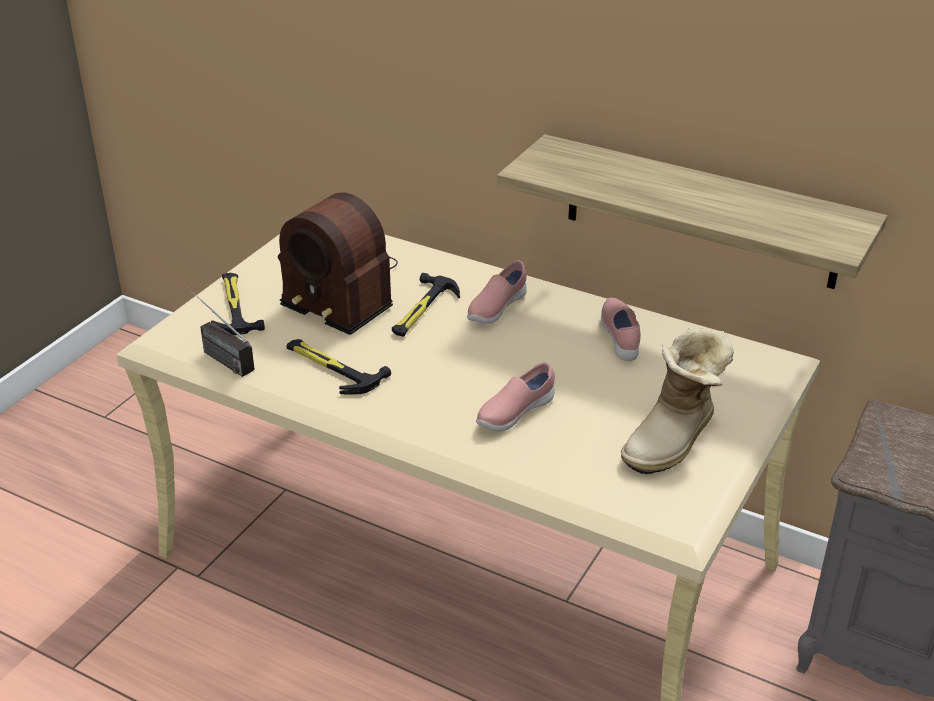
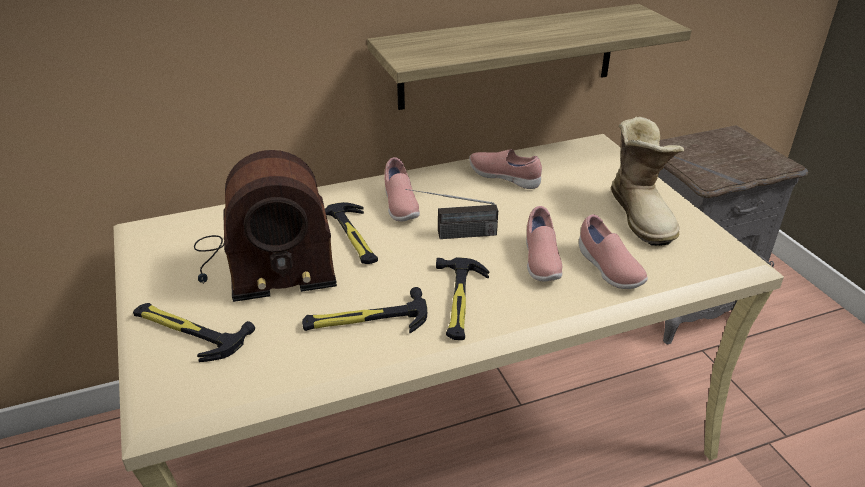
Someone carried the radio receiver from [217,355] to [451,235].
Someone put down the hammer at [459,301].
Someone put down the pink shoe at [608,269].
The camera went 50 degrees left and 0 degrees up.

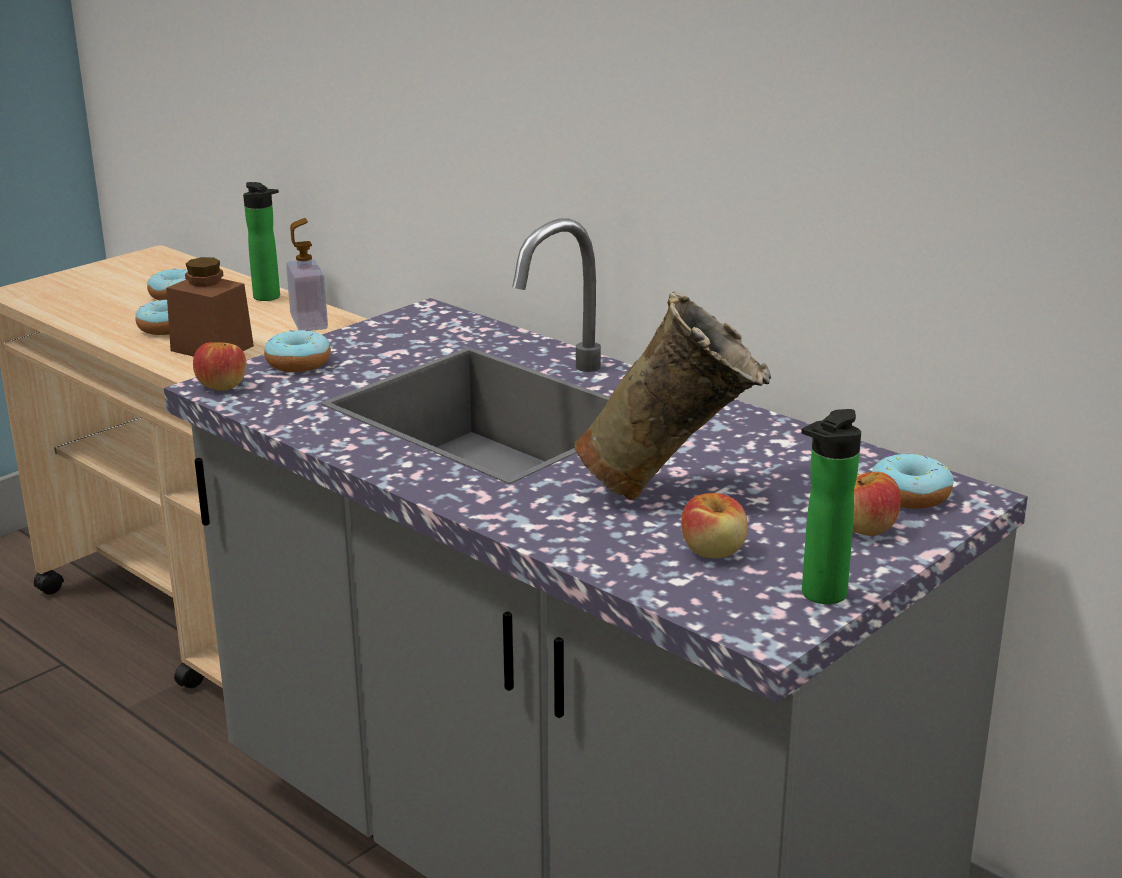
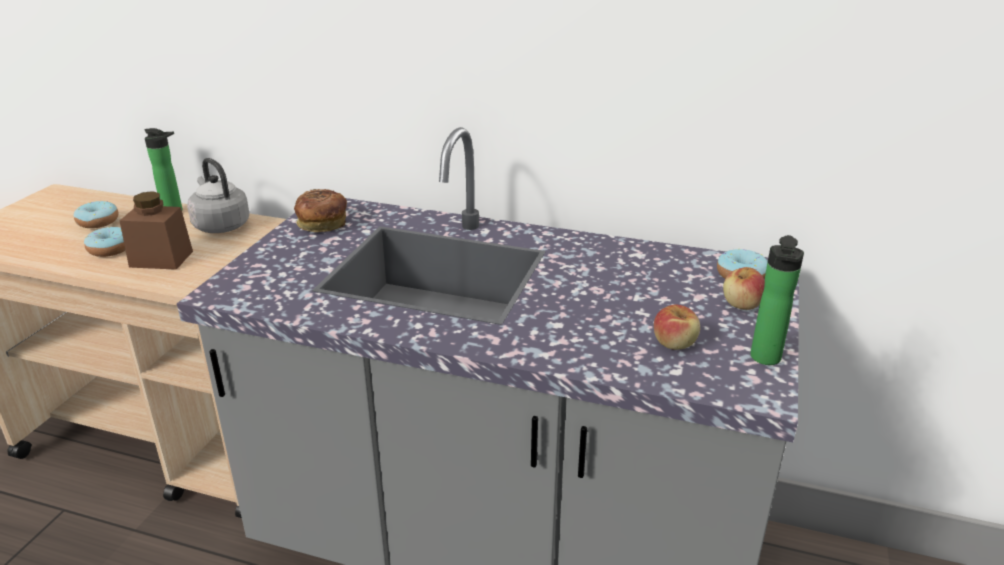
Someone swapped the soap bottle at [309,322] for the greyish kettle at [220,225].
Someone put down the bread at [322,224].
Someone took away the whole apple at [221,385].
Someone took away the doughnut at [298,363].
Someone took away the sand-coloured flower vase at [673,491].
The camera went 25 degrees left and 5 degrees up.

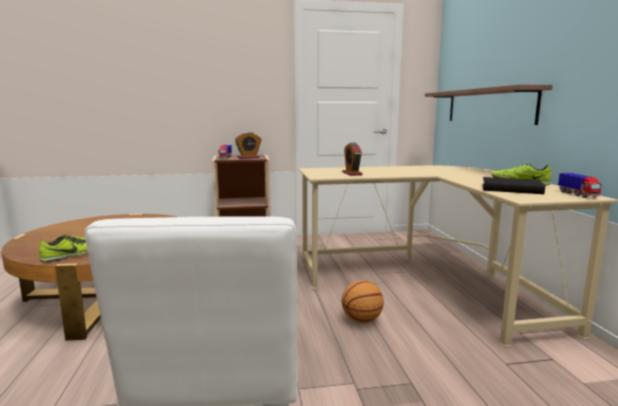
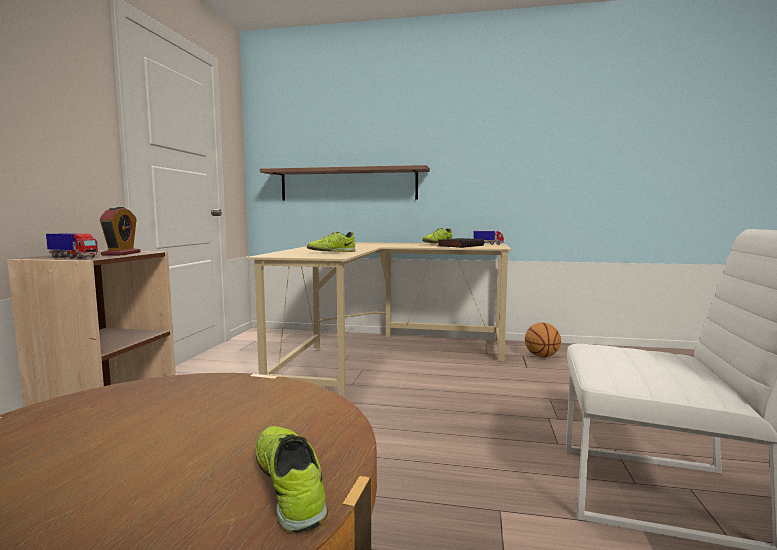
Someone swapped the alarm clock at [352,173] for the shoe at [331,252].
Someone carried the basketball ball from [361,320] to [542,356].
The camera went 70 degrees left and 5 degrees down.

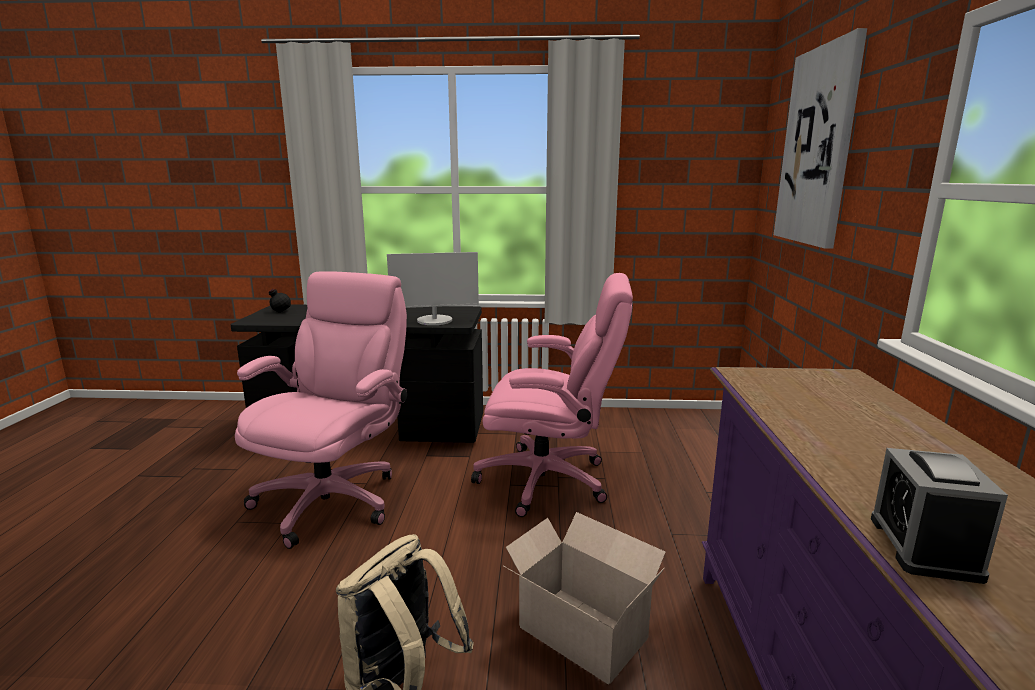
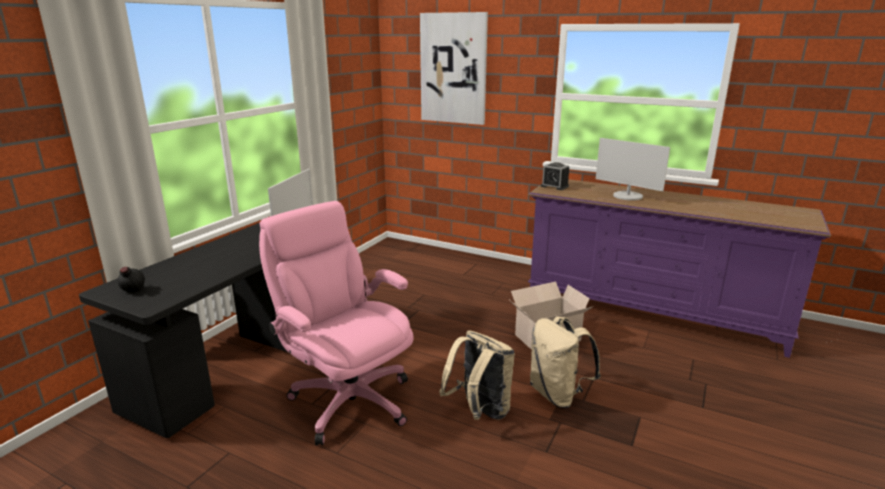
Someone put down the sand-coloured backpack at [479,412].
Someone carried the alarm clock from [924,547] to [554,186].
Someone put down the computer display at [627,196].
Someone took away the pink computer chair at [552,482].
The camera went 65 degrees left and 5 degrees up.

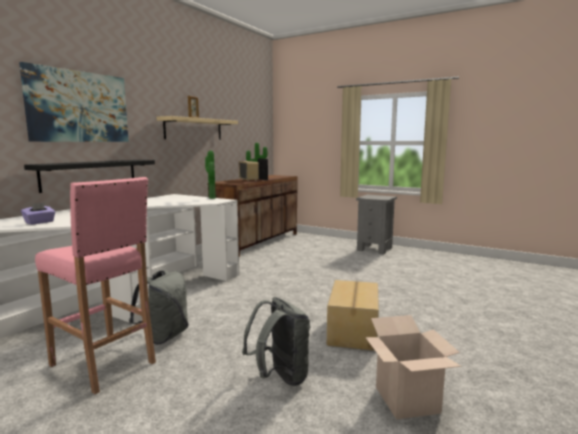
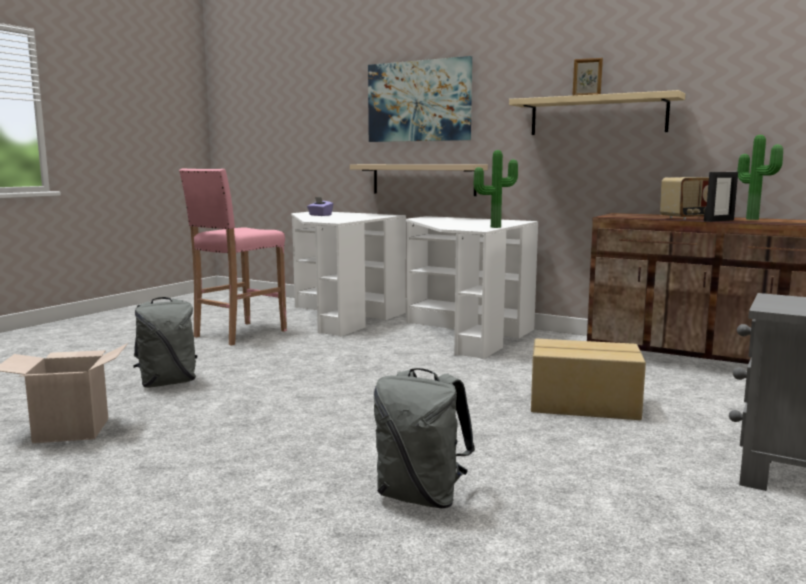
Someone repainted the black-coloured bracket shelf at [90,174], which became the sand-coloured bracket shelf at [423,179].
Someone carried the greyish backpack from [164,336] to [421,496].
Someone carried the carton from [354,330] to [584,405].
The camera went 90 degrees right and 0 degrees up.

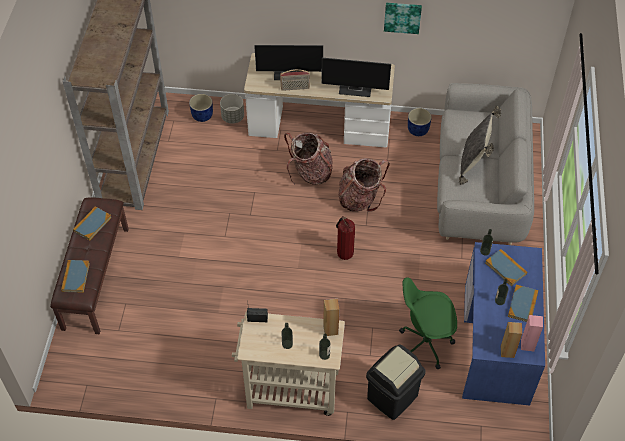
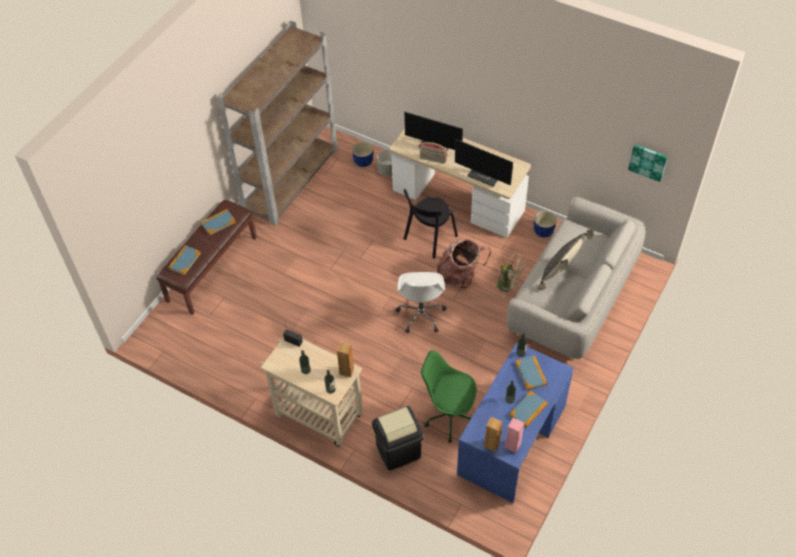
Someone swapped the extinguisher at [343,253] for the whitish computer chair at [421,317].
Someone swapped the backpack at [310,173] for the black-coloured upright chair at [429,239].
Someone put down the sand-coloured fan at [509,286].
Someone carried the picture from [402,17] to [648,162].
The camera went 25 degrees right and 0 degrees up.

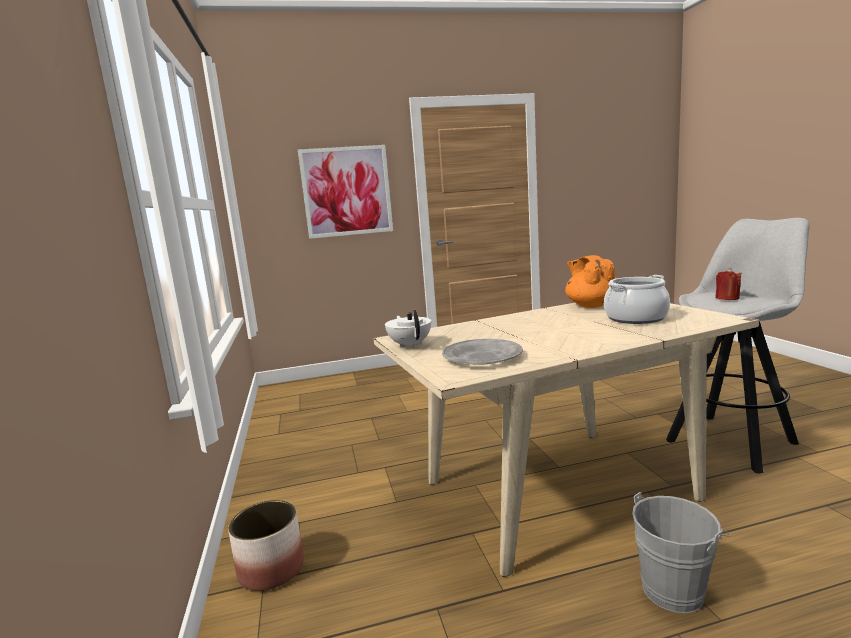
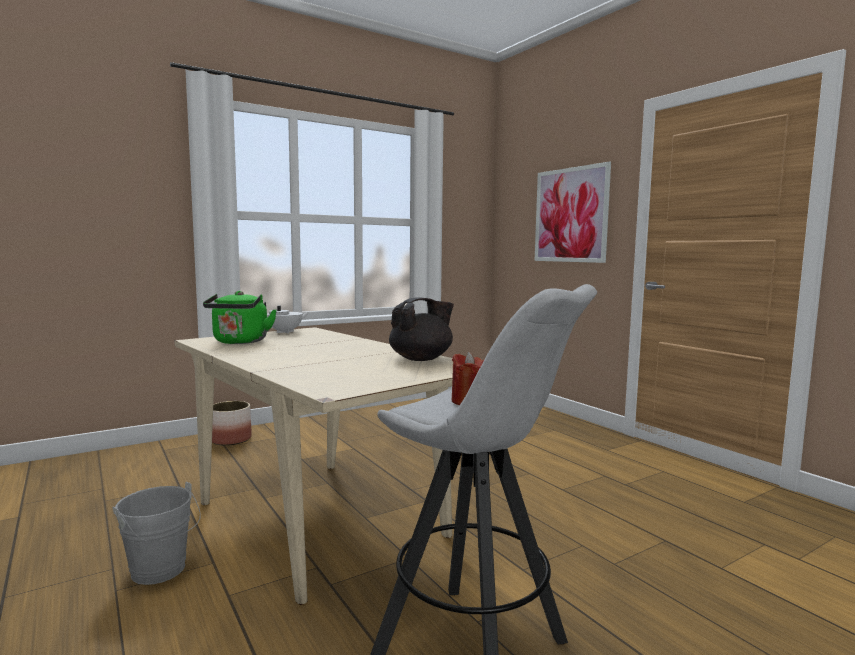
Someone swapped the greyish flat dish at [482,357] for the greenish kettle at [240,342].
Someone repainted the orange-coloured tea pot at [591,305], which became the black-coloured tea pot at [421,359].
Someone took away the stockpot at [635,318].
The camera went 70 degrees right and 5 degrees down.

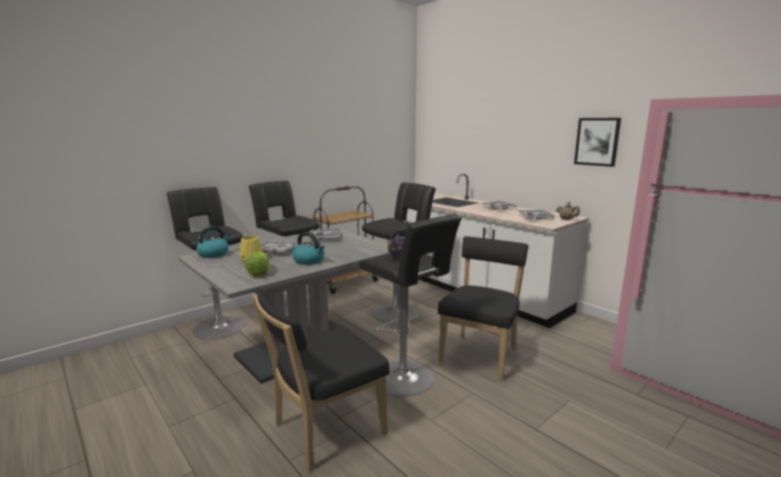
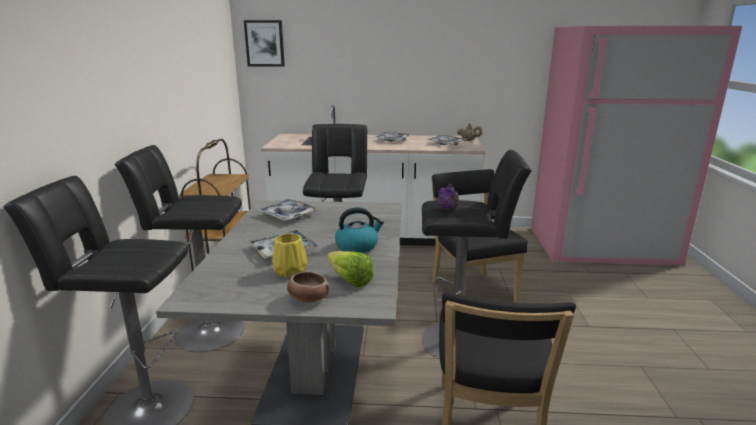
Someone carried the picture from [597,141] to [264,43].
Someone put down the deep dish at [308,299].
Someone took away the kettle at [214,254].
The camera went 45 degrees left and 5 degrees up.

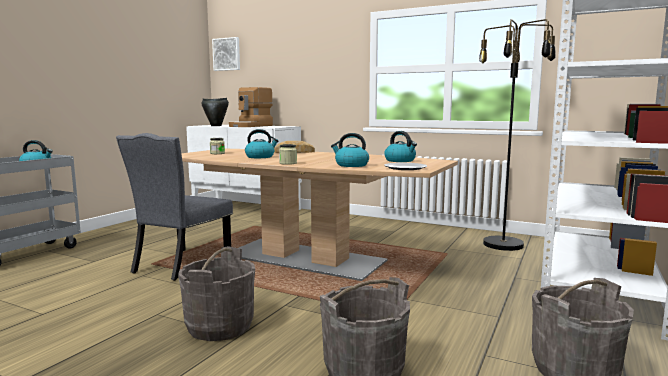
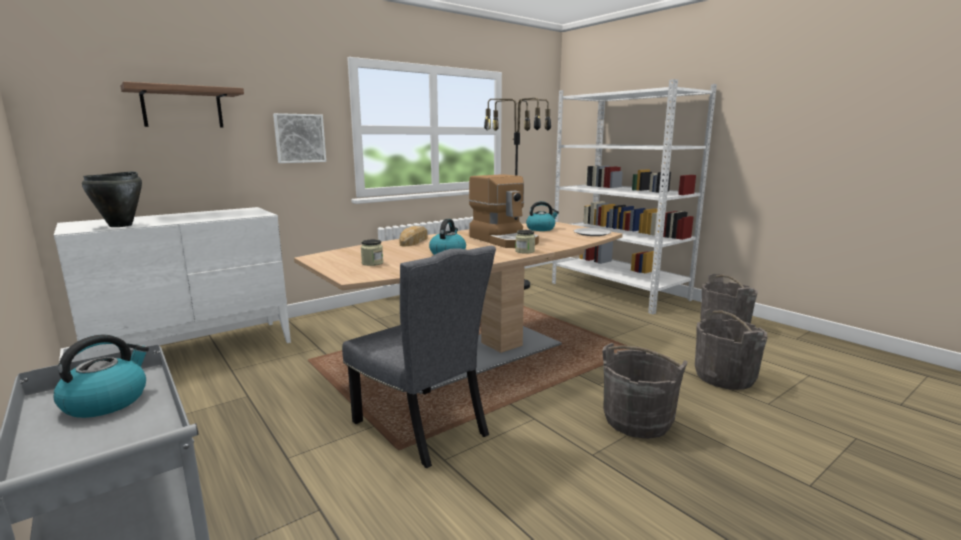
Someone put up the bracket shelf at [182,108].
Someone carried the picture from [227,54] to [299,138].
Someone carried the coffee maker from [251,126] to [504,240].
Someone took away the kettle at [351,165].
The camera went 65 degrees left and 5 degrees up.

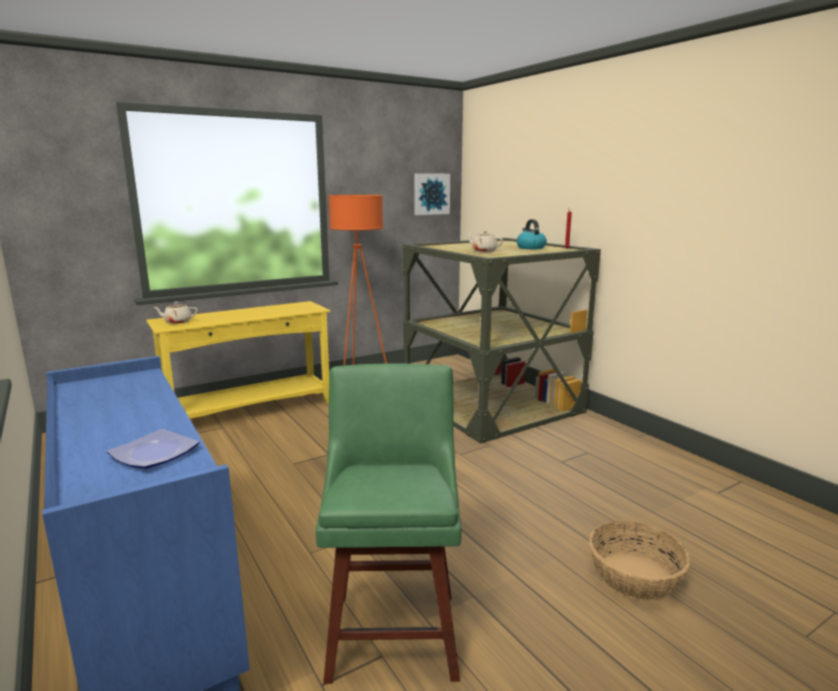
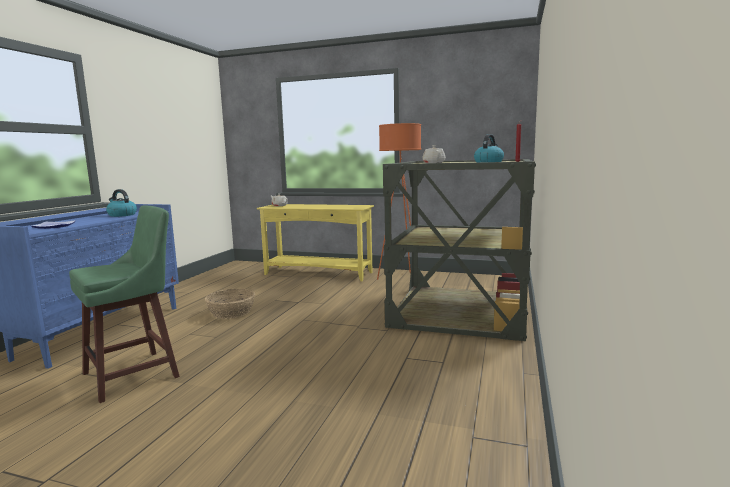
Someone put down the kettle at [121,215].
Someone carried the household basket from [634,576] to [231,312].
Someone took away the picture at [431,194].
The camera went 50 degrees right and 5 degrees down.

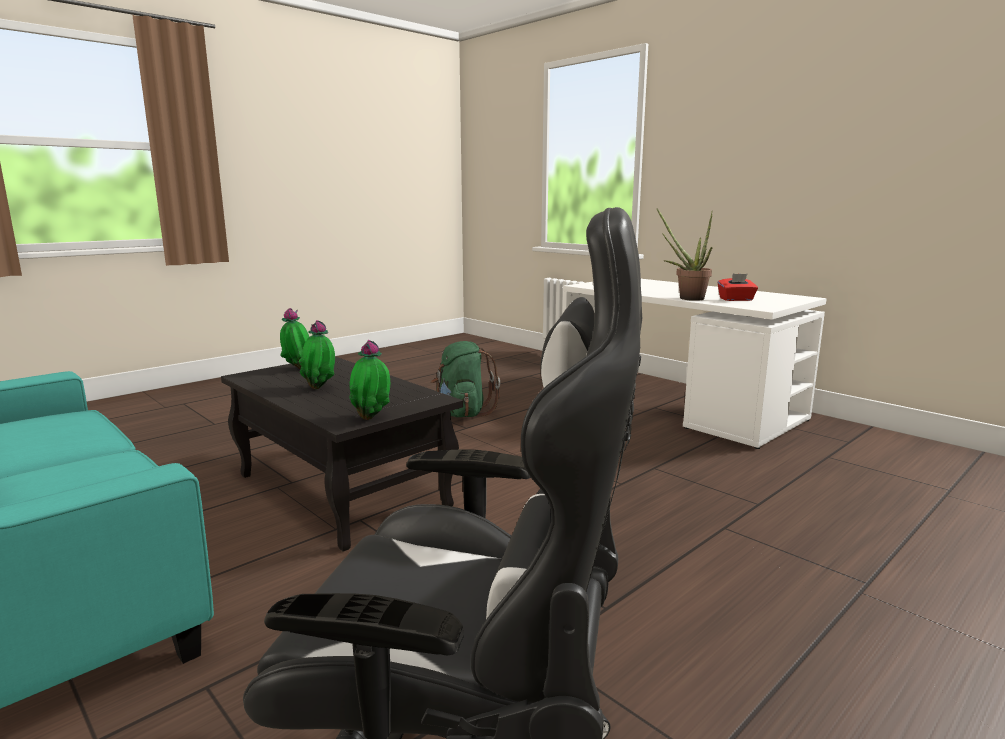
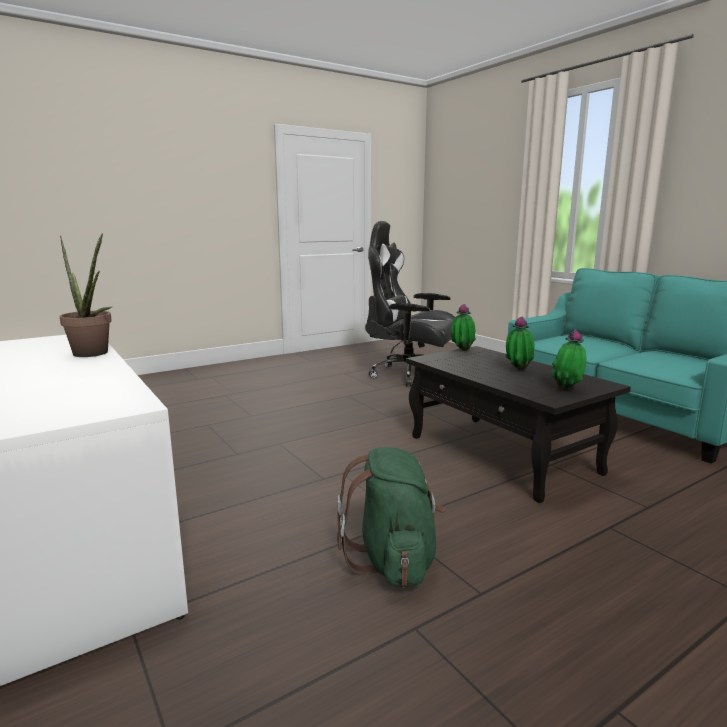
Someone took away the red tissue holder at [736,299].
The camera went 170 degrees left and 0 degrees up.

